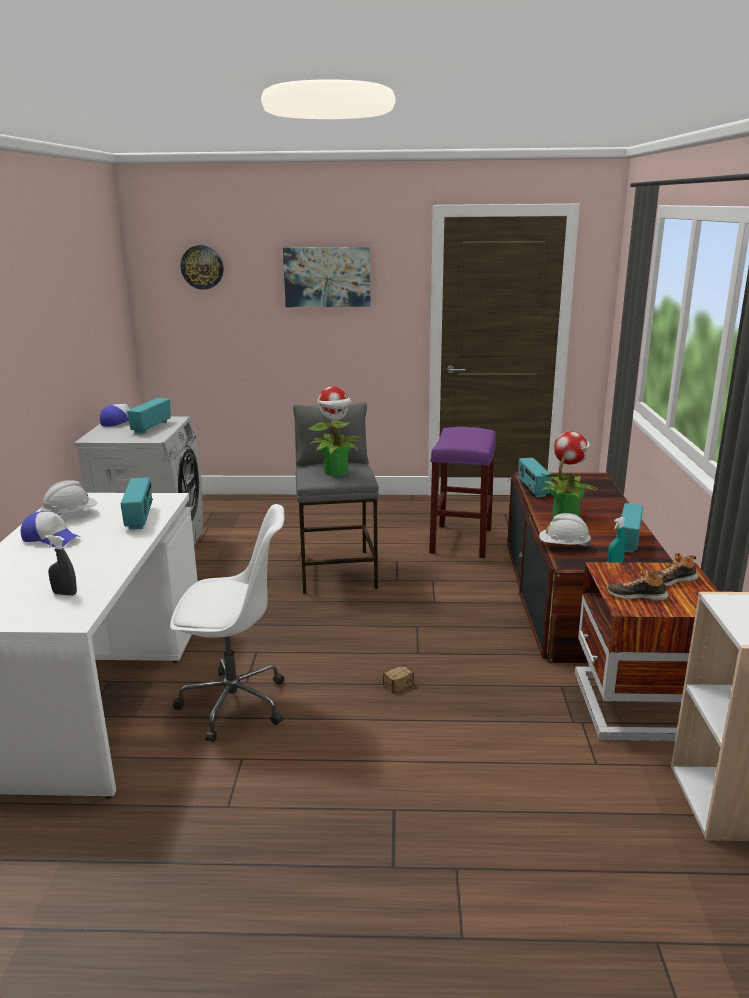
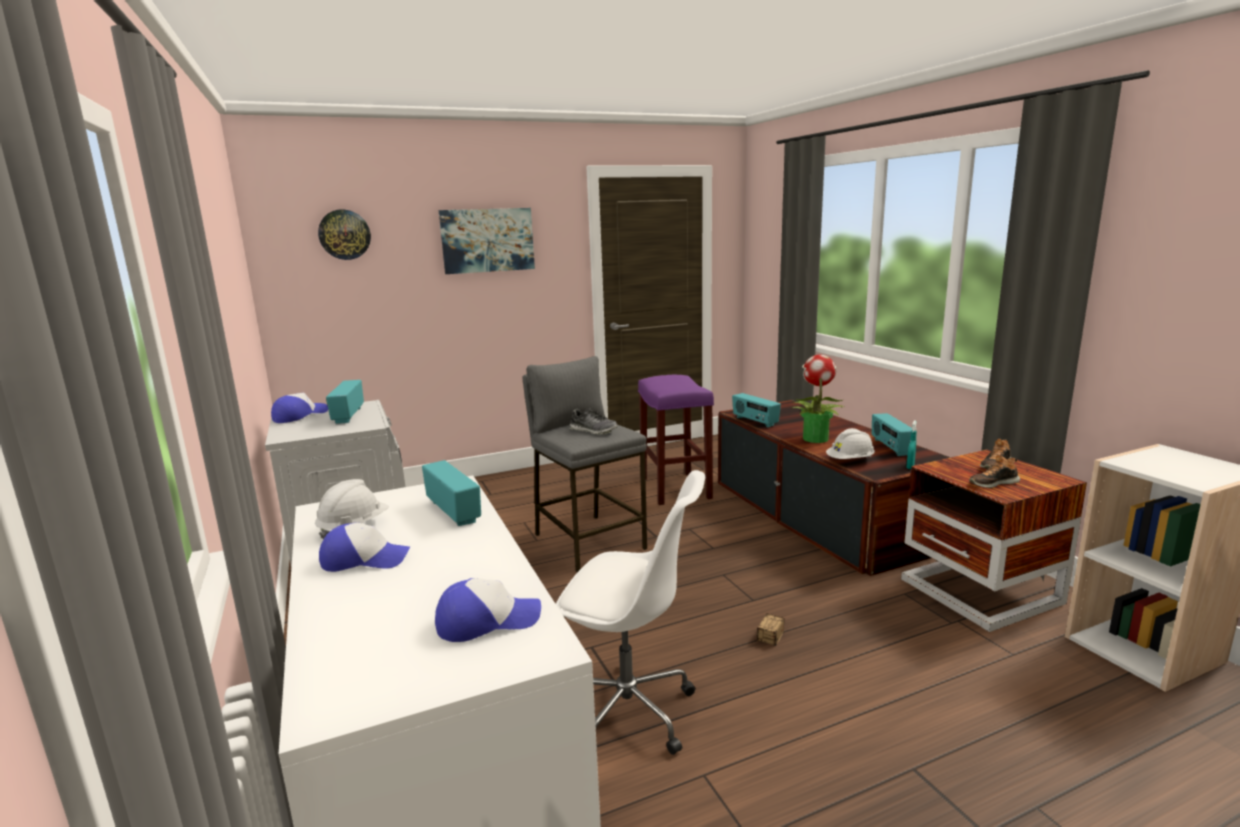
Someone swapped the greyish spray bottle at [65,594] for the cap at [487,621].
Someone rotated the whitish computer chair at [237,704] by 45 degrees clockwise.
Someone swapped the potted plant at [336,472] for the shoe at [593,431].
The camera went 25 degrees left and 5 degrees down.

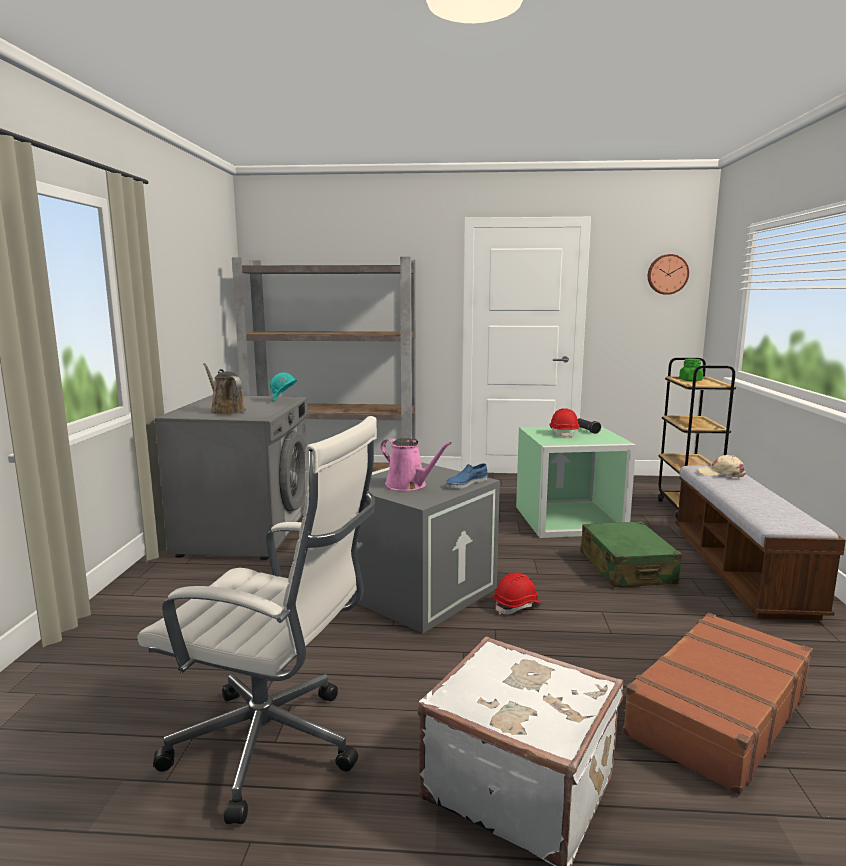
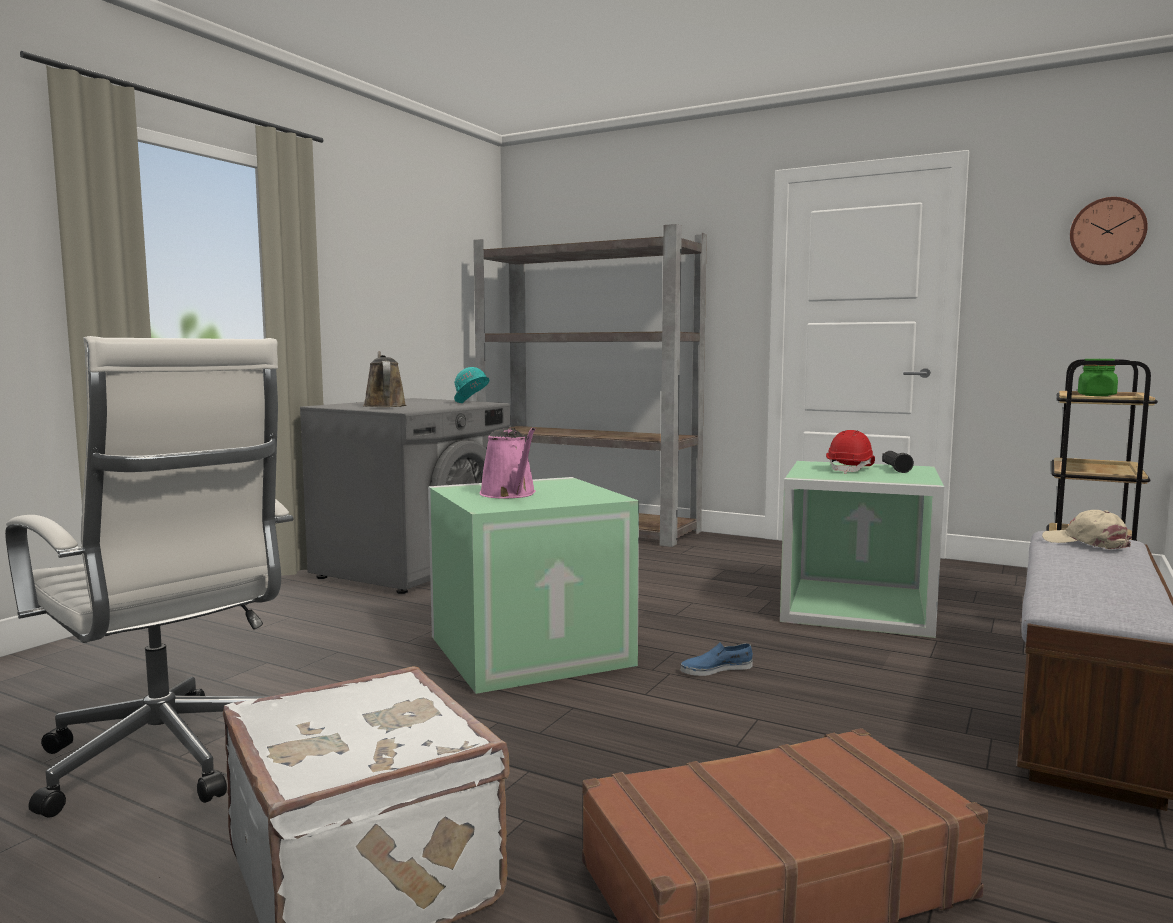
Someone repainted the greyish storage box at [417,589], which became the greenish storage box at [531,649].
Someone carried the bluish shoe from [466,483] to [716,669].
Someone took away the red work helmet at [517,606].
Someone took away the greenish suitcase at [626,568].
The camera went 25 degrees right and 5 degrees down.

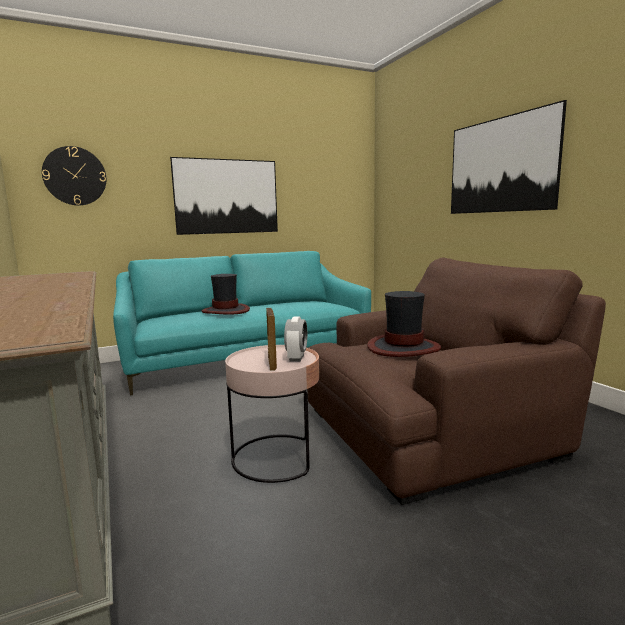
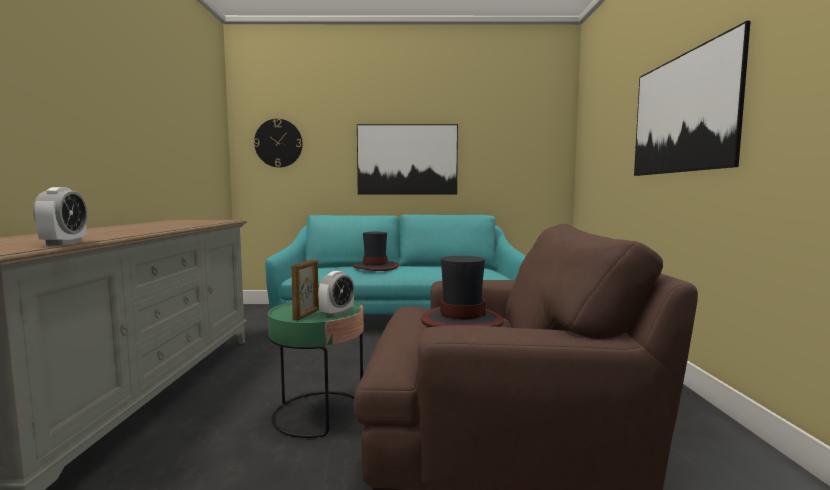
Someone put down the alarm clock at [64,243].
Someone repainted the pink end table at [276,457], which became the greenish end table at [319,413].
The camera went 25 degrees right and 5 degrees down.

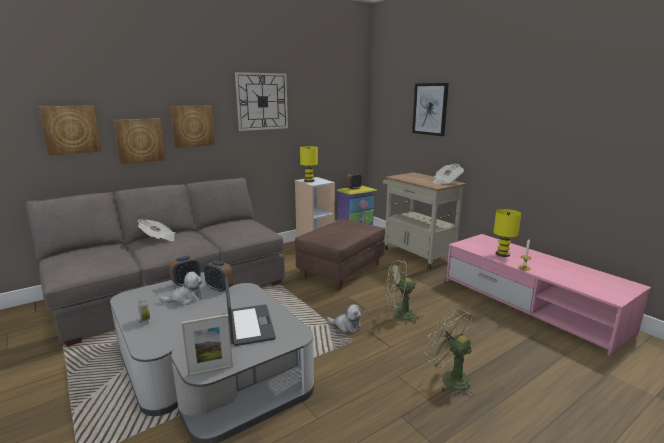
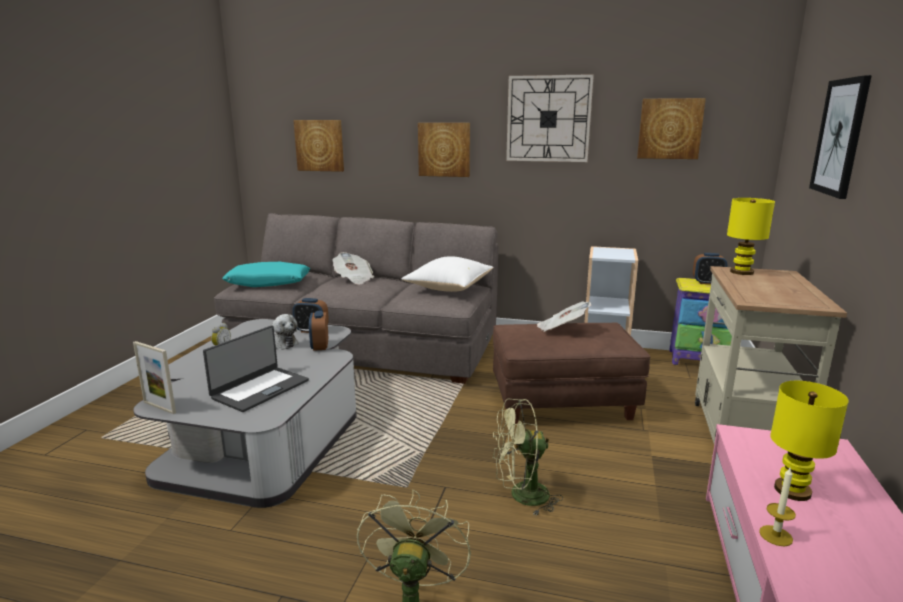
Someone put down the blue-green throw pillow at [268,283].
Someone put down the whitish throw pillow at [448,288].
Someone rotated the greenish fan at [399,315] by 60 degrees counterclockwise.
Someone carried the daily paper from [446,182] to [561,329].
Someone carried the picture from [140,140] to [670,129].
Someone carried the yellowish table lamp from [309,181] to [742,272].
Someone took away the soft toy at [346,326].
The camera went 50 degrees right and 0 degrees up.

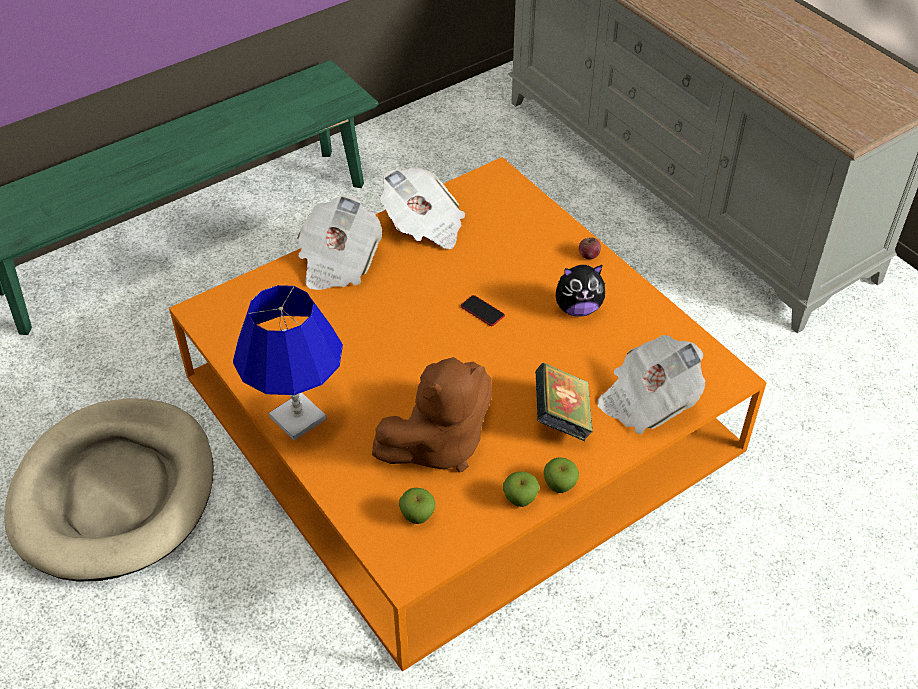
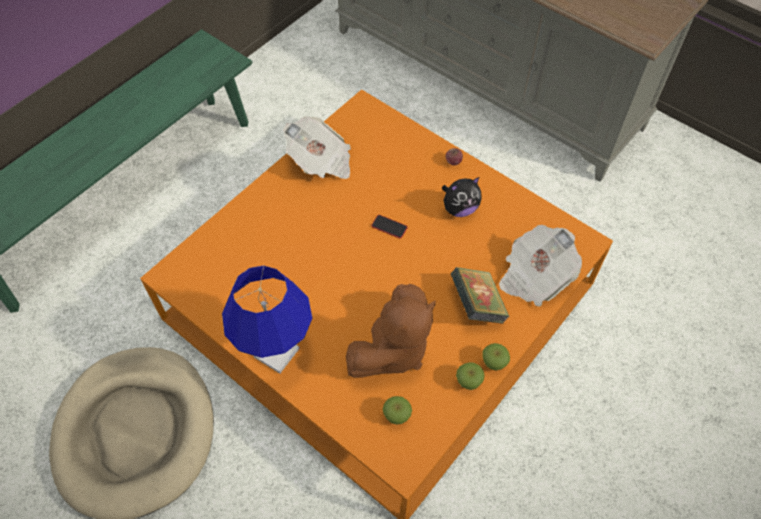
Someone took away the daily paper at [338,262].
The camera went 15 degrees left and 10 degrees up.

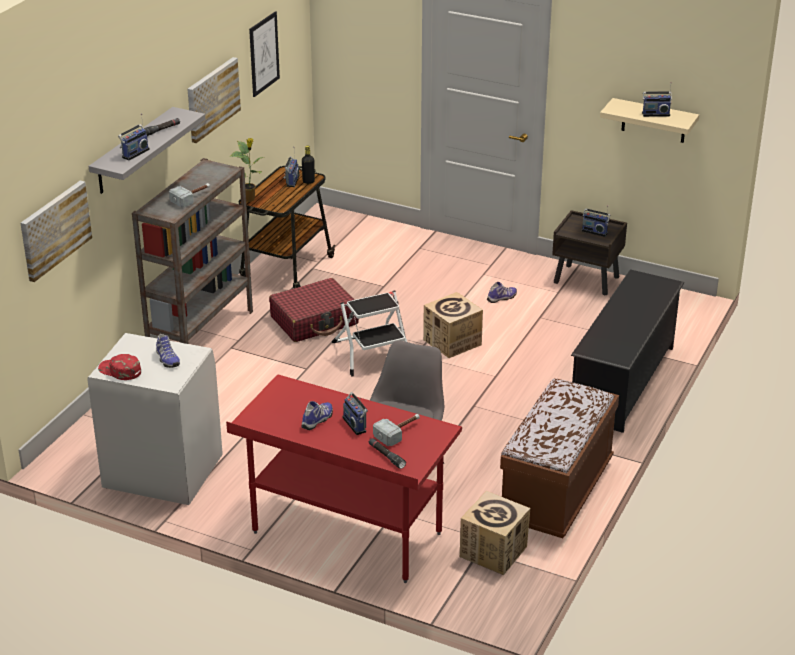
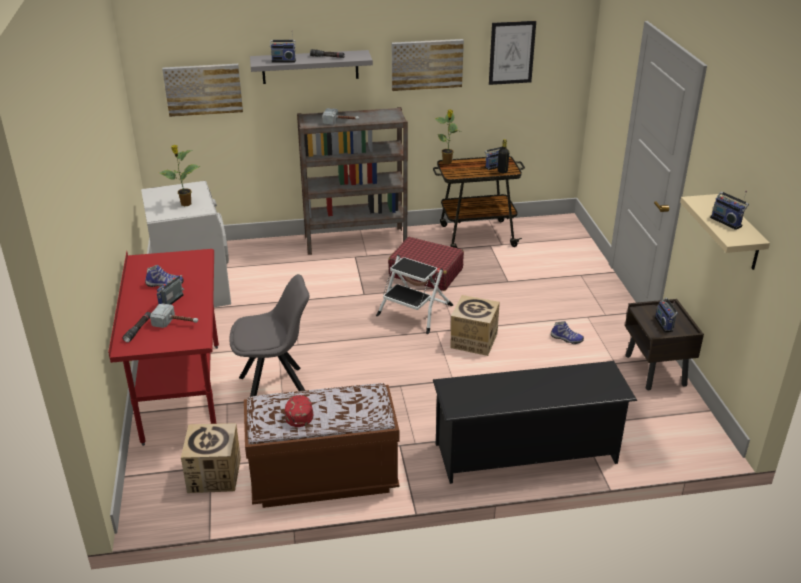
Someone swapped the shoe at [167,359] for the potted plant at [185,204].
Someone carried the red cap from [119,371] to [298,412].
The camera went 55 degrees right and 0 degrees up.

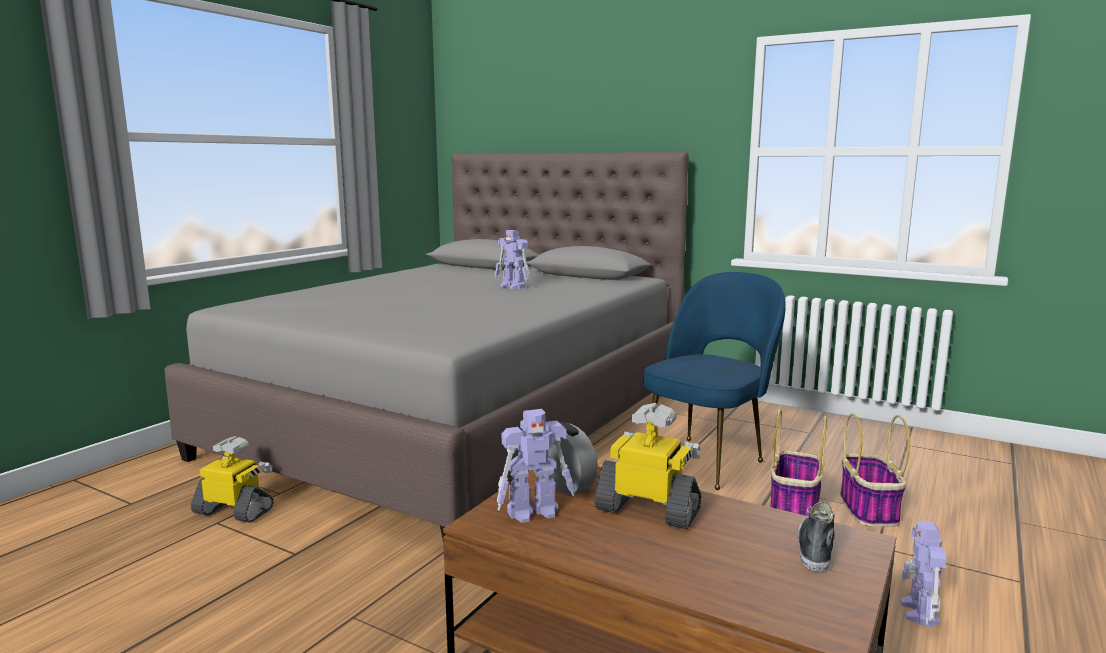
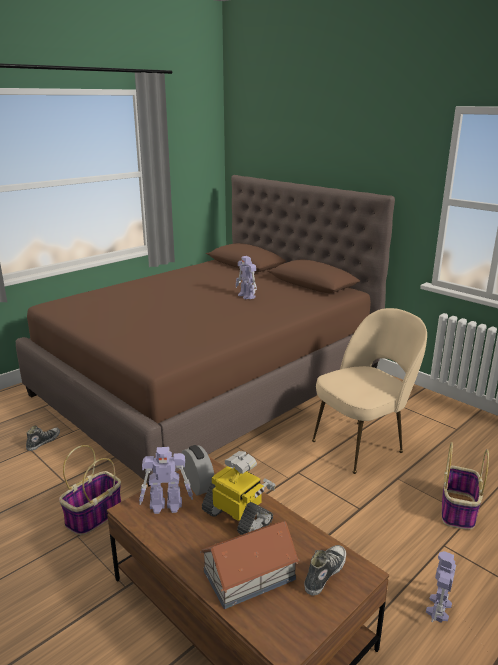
Someone repainted the greyish bedroom bed at [461,420], which became the brown bedroom bed at [209,384].
Someone swapped the robot figure at [235,511] for the shoe at [43,442].
Someone carried the household basket from [794,506] to [94,516].
Someone put down the miniature house at [250,575].
Someone repainted the bluish upright chair at [708,460], which became the sand-coloured upright chair at [362,445].
The camera went 15 degrees right and 10 degrees up.

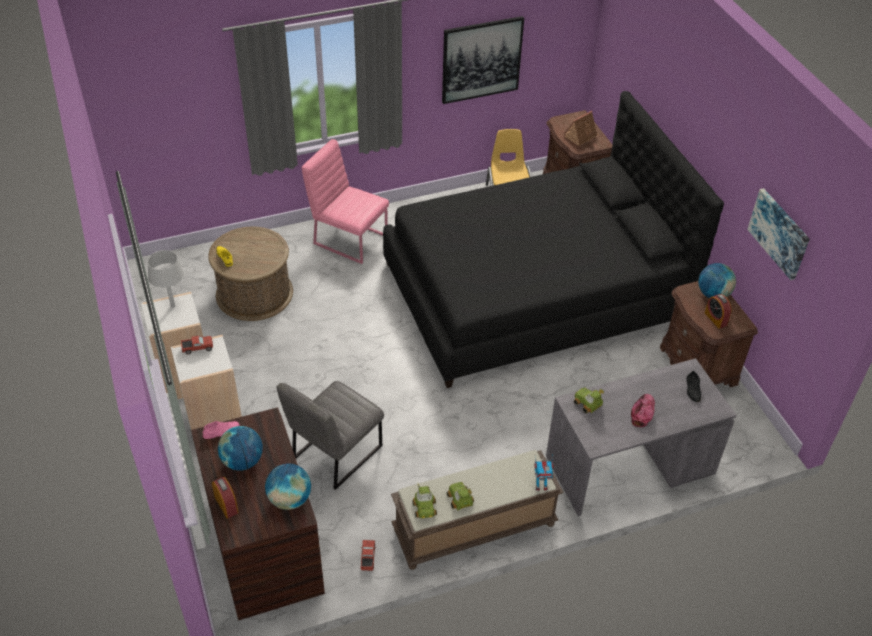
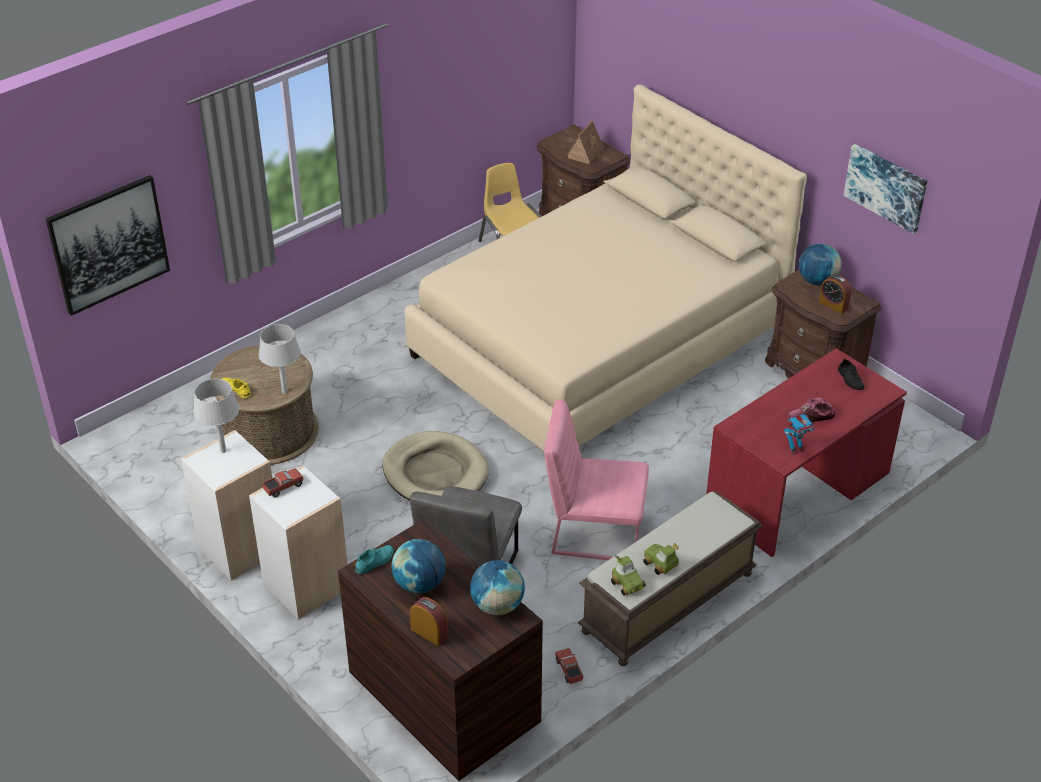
Someone carried the picture from [481,59] to [108,244].
Someone put down the greyish table lamp at [284,392].
Someone repainted the pink shoe at [221,431], which became the blue-green shoe at [375,561].
Someone put down the sand-coloured dog cushion at [435,473].
Someone repainted the black-coloured bedroom bed at [535,292], which became the sand-coloured bedroom bed at [599,343].
Someone carried the pink upright chair from [349,238] to [594,532].
Someone repainted the greyish desk unit at [629,466], which became the red desk unit at [798,491].
Someone carried the robot figure from [541,486] to [796,449].
Someone rotated the cap at [642,412] by 105 degrees counterclockwise.
Someone took away the model car at [587,404].
The camera went 20 degrees left and 5 degrees down.

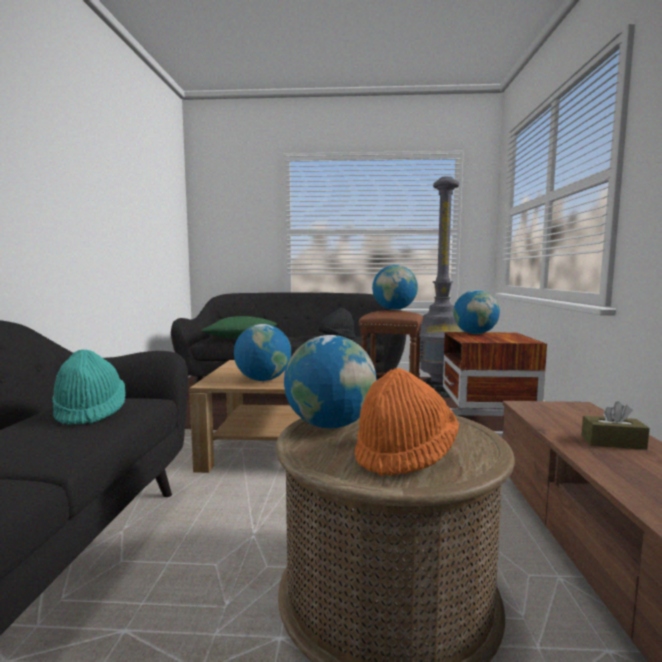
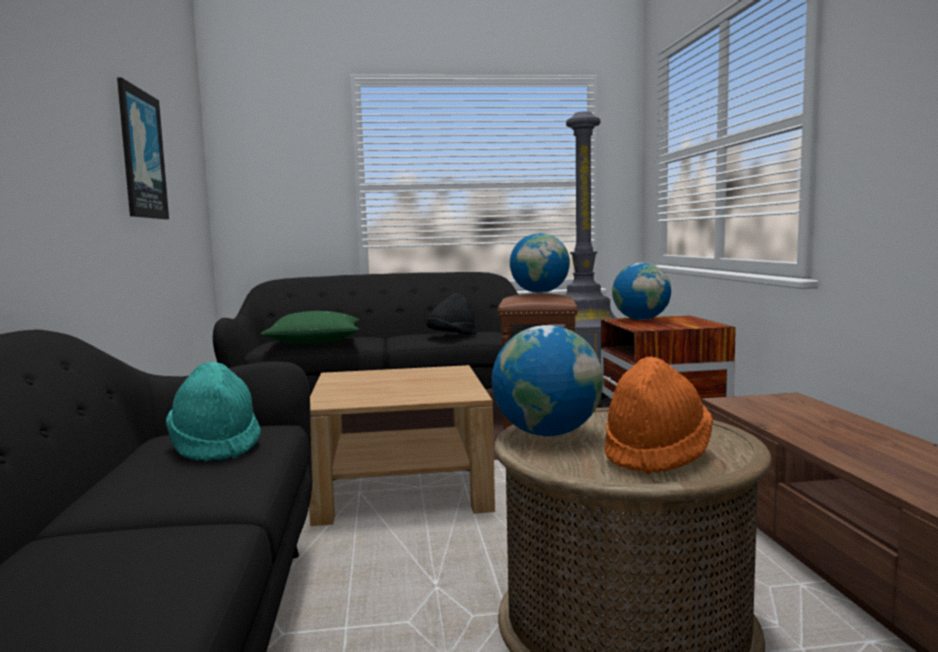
Someone put up the picture at [141,154].
Someone took away the globe at [263,380].
Someone took away the brown tissue holder at [613,442].
The camera went 10 degrees left and 0 degrees up.

